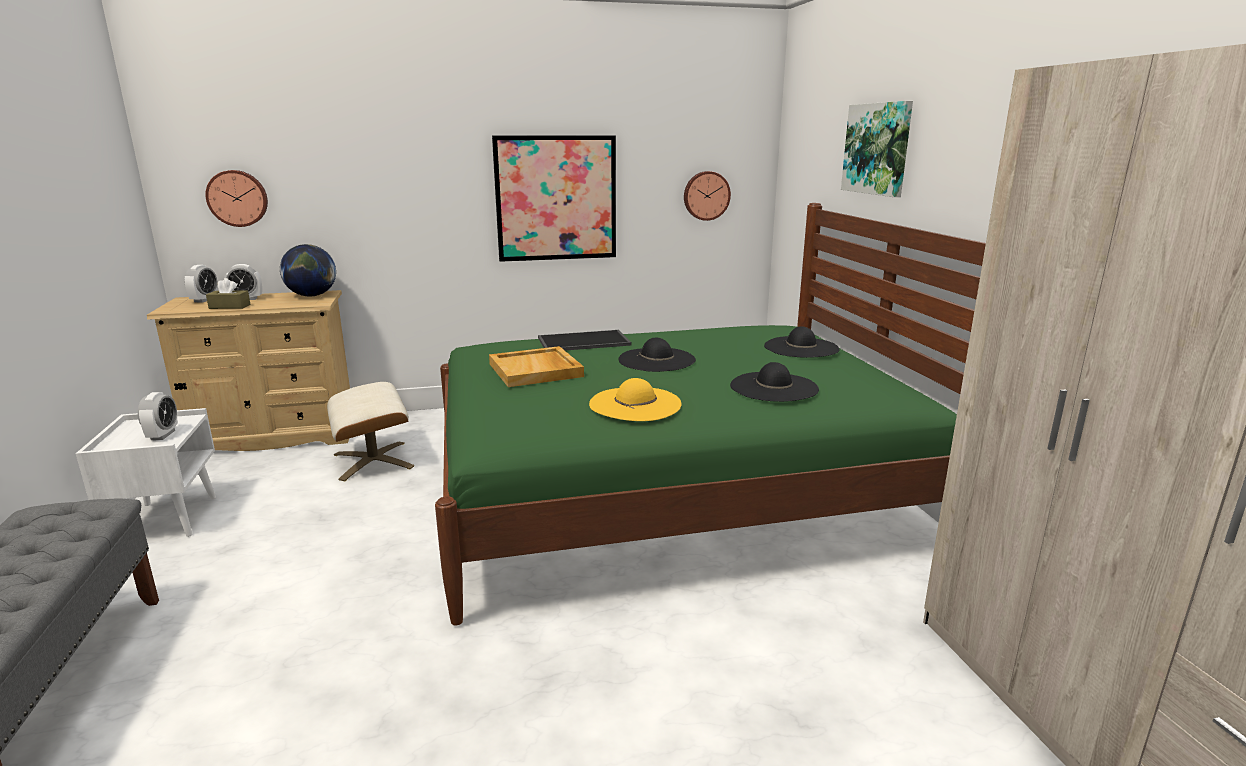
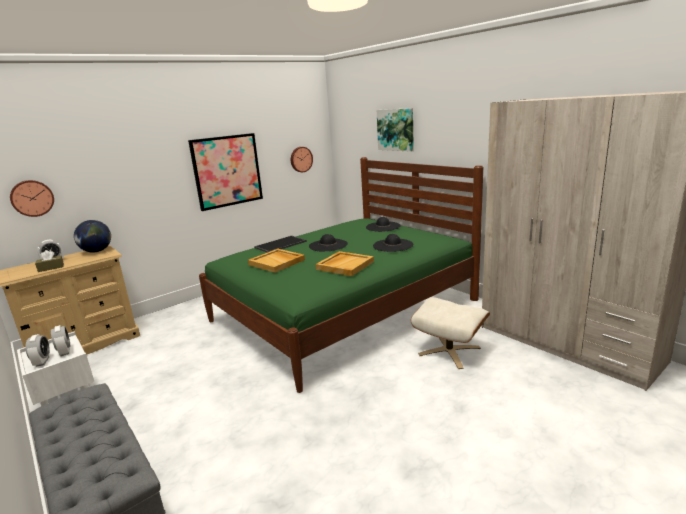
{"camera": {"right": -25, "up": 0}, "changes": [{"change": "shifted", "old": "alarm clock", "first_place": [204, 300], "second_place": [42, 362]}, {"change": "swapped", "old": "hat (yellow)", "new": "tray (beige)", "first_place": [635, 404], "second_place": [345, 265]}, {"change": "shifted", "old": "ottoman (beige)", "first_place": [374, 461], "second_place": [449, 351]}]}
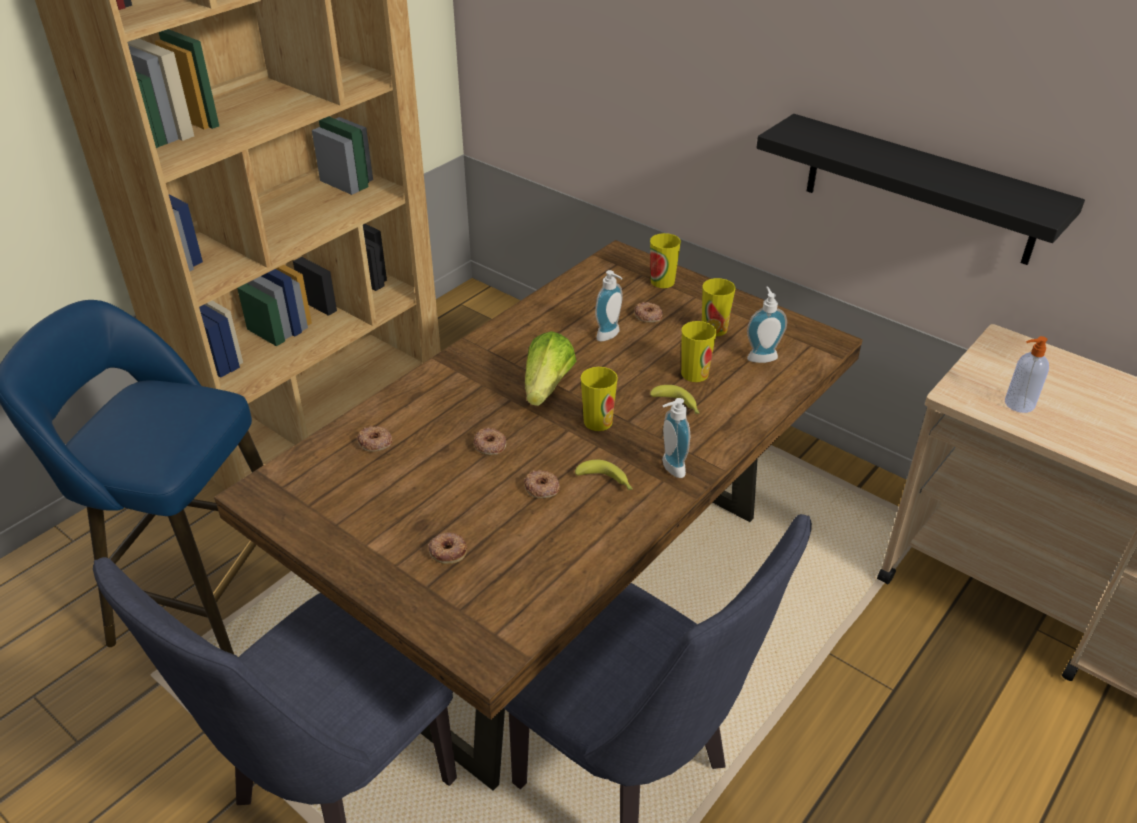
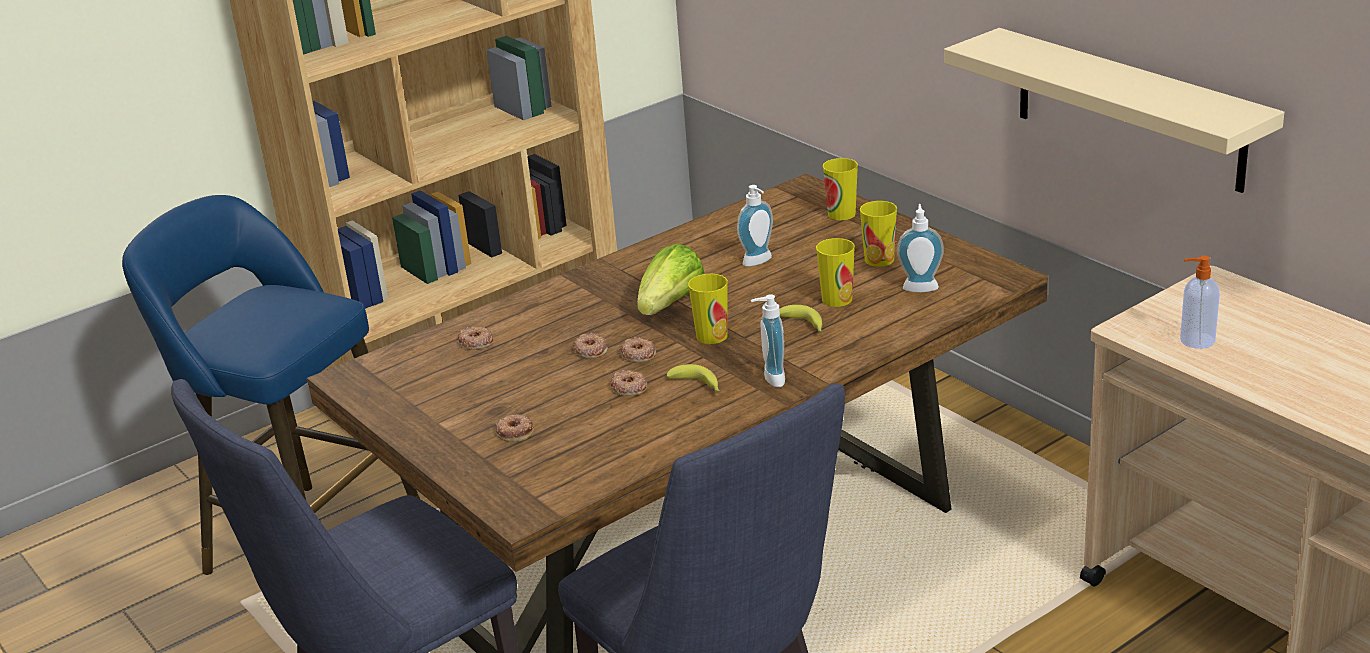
{"camera": {"right": 15, "up": -10}, "changes": [{"change": "repainted", "old": "shelf (black)", "new": "shelf (beige)", "first_place": [920, 189], "second_place": [1128, 109]}, {"change": "shifted", "old": "donut", "first_place": [648, 316], "second_place": [638, 354]}]}
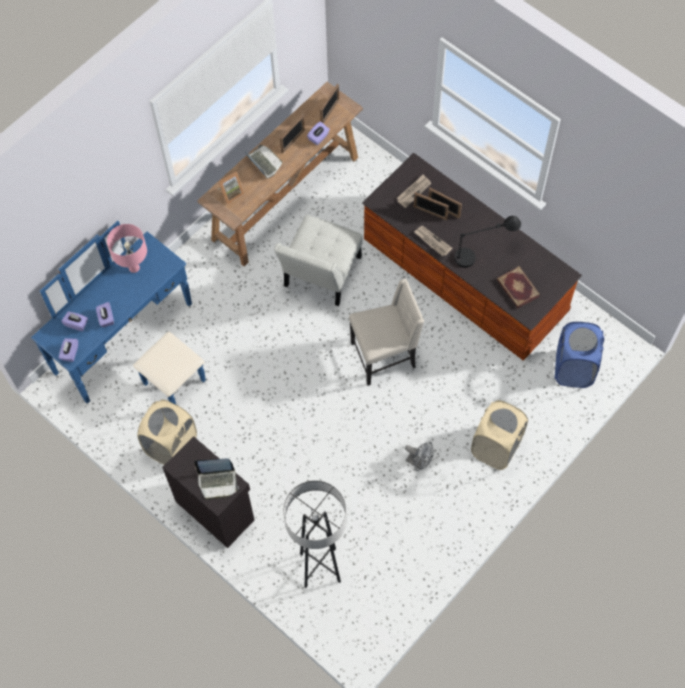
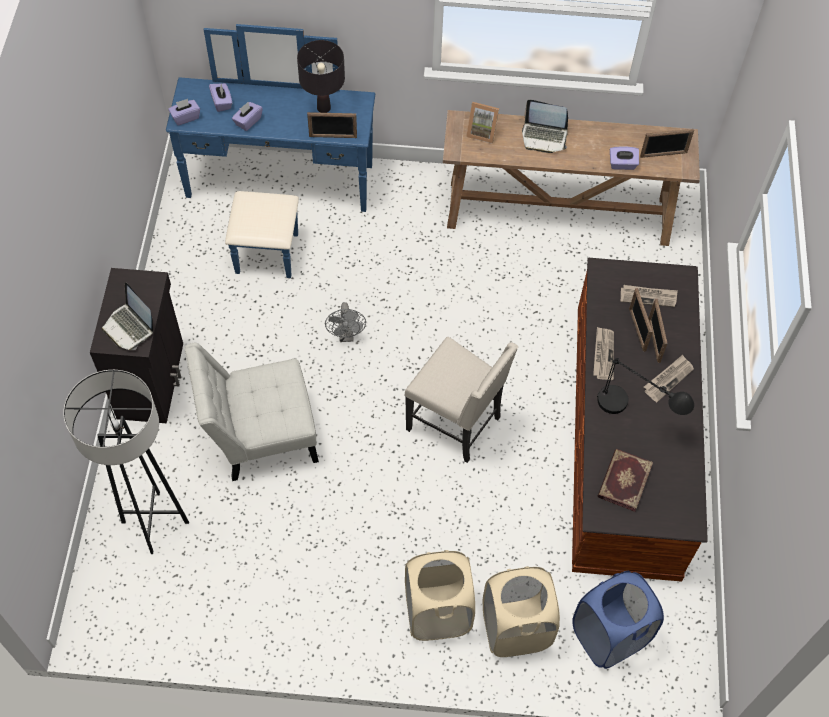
{"camera": {"right": 50, "up": -5}, "changes": [{"change": "shifted", "old": "picture frame", "first_place": [293, 141], "second_place": [333, 137]}, {"change": "rotated", "old": "laptop", "first_place": [263, 163], "second_place": [544, 137], "degrees": 90}, {"change": "shifted", "old": "chair (white)", "first_place": [320, 275], "second_place": [260, 436]}, {"change": "repainted", "old": "table lamp (pink)", "new": "table lamp (black)", "first_place": [134, 268], "second_place": [323, 108]}, {"change": "shifted", "old": "laundry basket (beige)", "first_place": [171, 446], "second_place": [515, 628]}, {"change": "shifted", "old": "fan (grey)", "first_place": [419, 462], "second_place": [346, 336]}, {"change": "new", "new": "newspaper", "second_place": [668, 379]}]}
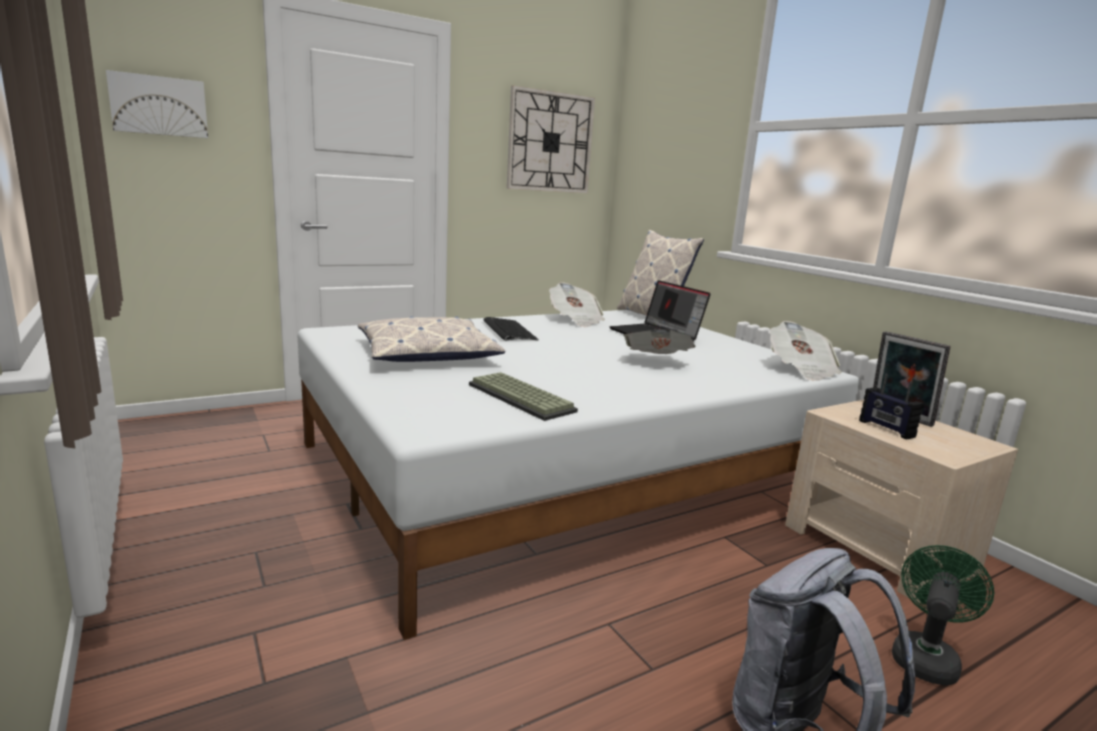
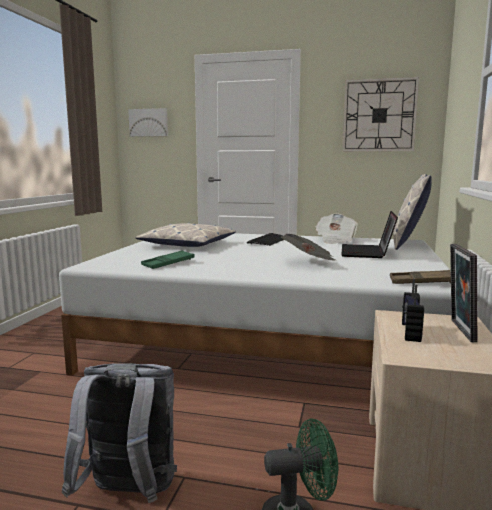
{"camera": {"right": 45, "up": -5}, "changes": [{"change": "swapped", "old": "newspaper", "new": "tray (brown)", "first_place": [801, 370], "second_place": [421, 282]}, {"change": "swapped", "old": "keyboard", "new": "tray (green)", "first_place": [523, 398], "second_place": [168, 263]}]}
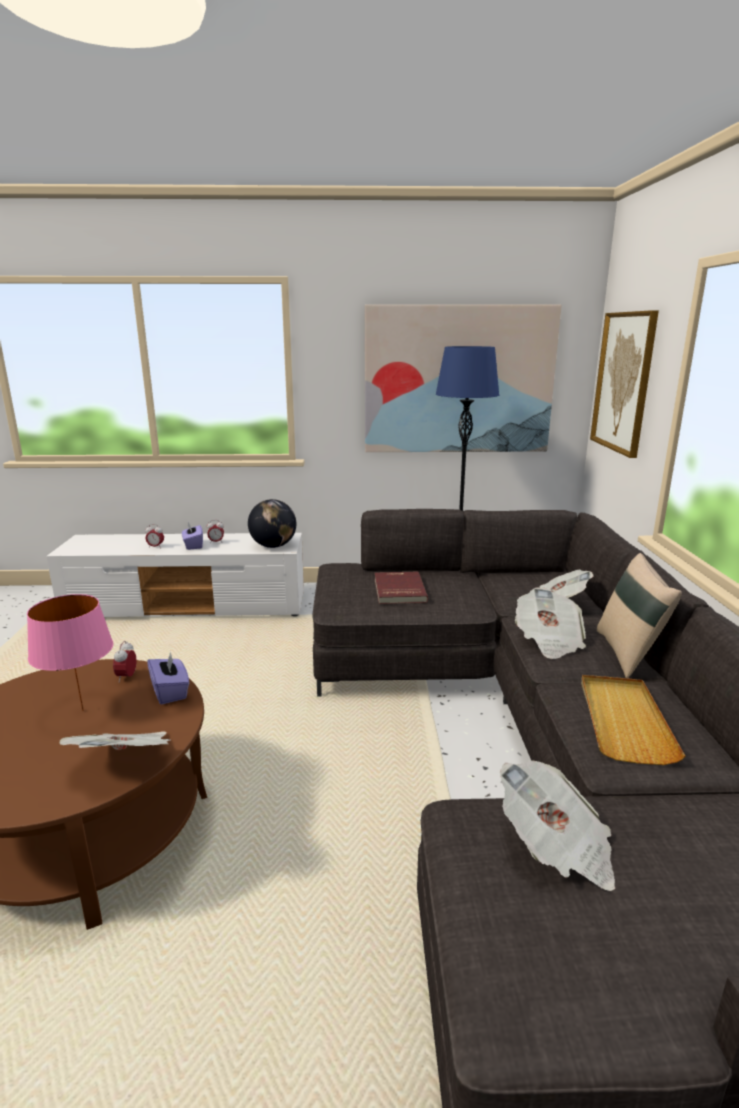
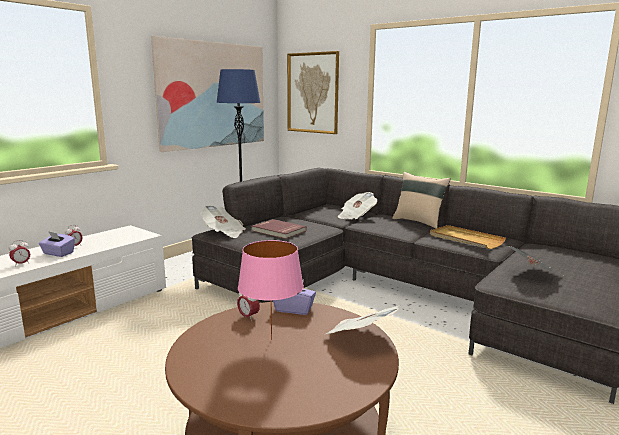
{"camera": {"right": -50, "up": -5}, "changes": [{"change": "gone", "old": "globe", "first_place": [273, 546]}, {"change": "shifted", "old": "newspaper", "first_place": [548, 640], "second_place": [224, 232]}]}
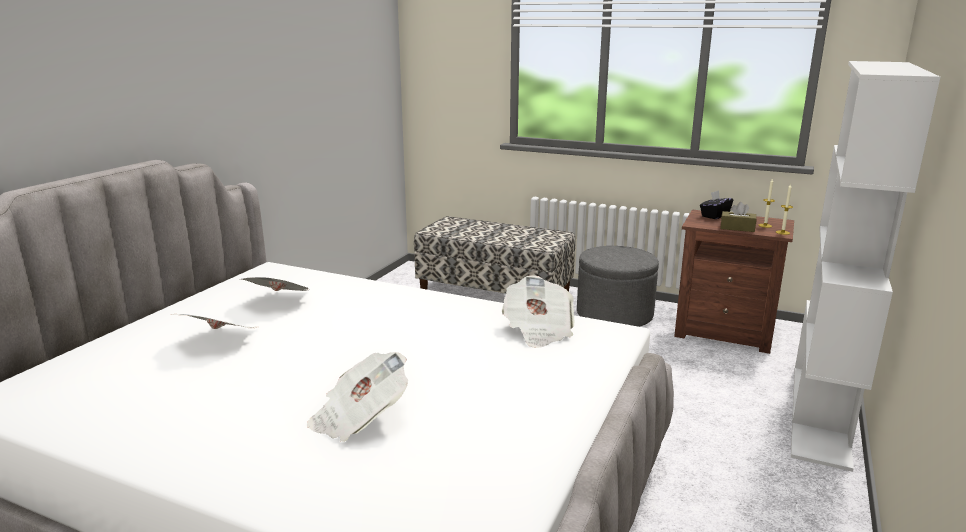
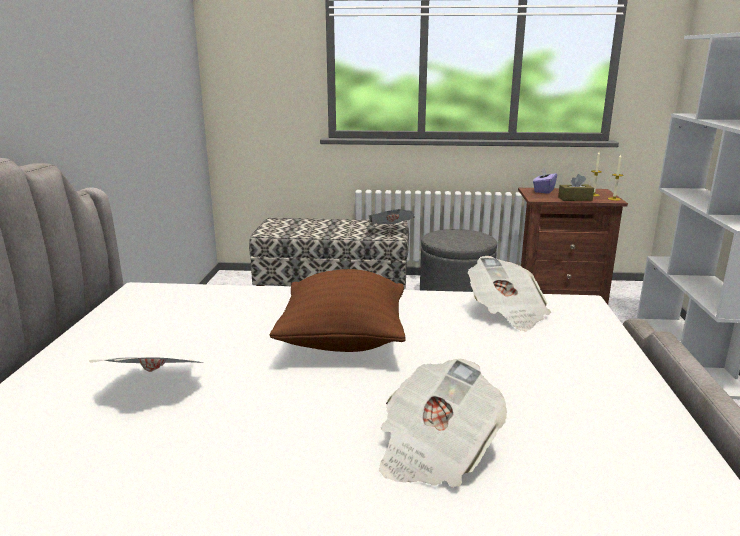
{"camera": {"right": -20, "up": 0}, "changes": [{"change": "repainted", "old": "tissue box (black)", "new": "tissue box (purple)", "first_place": [714, 216], "second_place": [543, 191]}, {"change": "shifted", "old": "newspaper", "first_place": [280, 302], "second_place": [391, 230]}, {"change": "new", "new": "pillow (brown)", "second_place": [343, 341]}]}
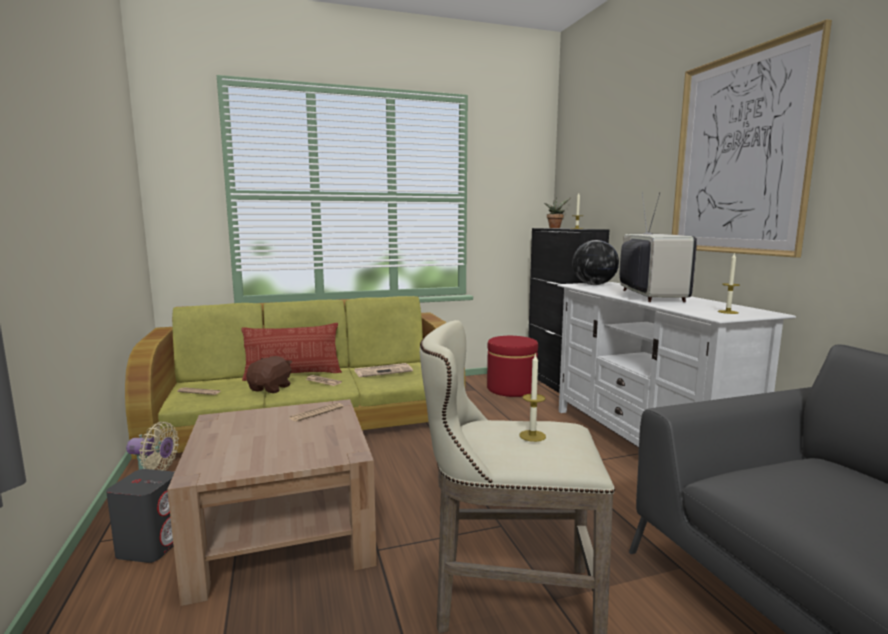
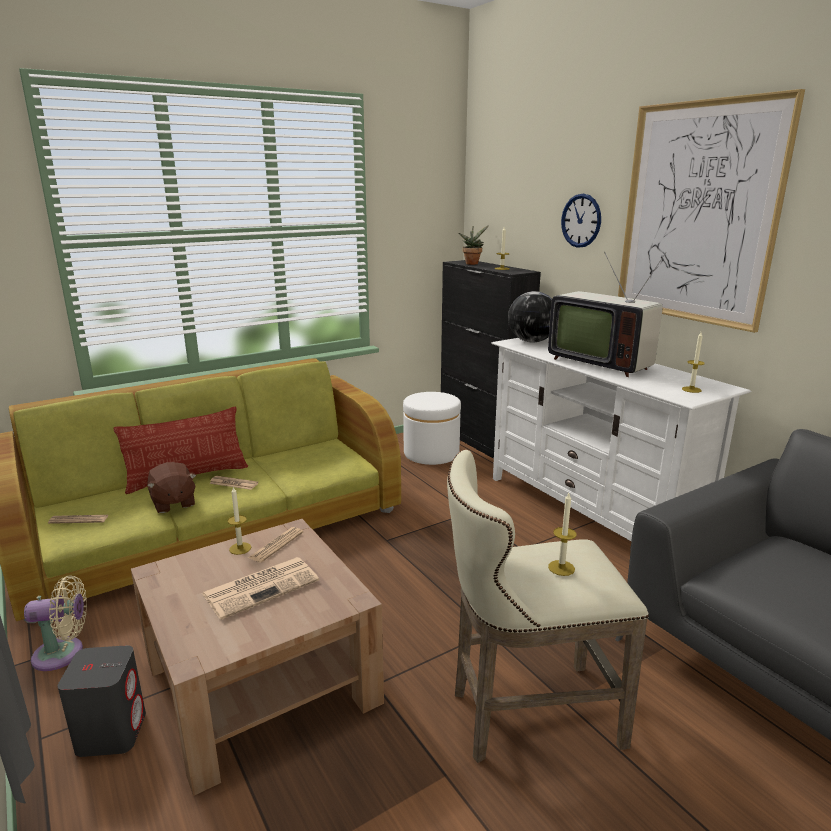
{"camera": {"right": -15, "up": 10}, "changes": [{"change": "rotated", "old": "television", "first_place": [648, 296], "second_place": [600, 363], "degrees": 150}, {"change": "repainted", "old": "ottoman (red)", "new": "ottoman (white)", "first_place": [511, 389], "second_place": [431, 453]}, {"change": "rotated", "old": "plush toy (brown)", "first_place": [271, 388], "second_place": [173, 503], "degrees": 150}, {"change": "shifted", "old": "newspaper", "first_place": [384, 371], "second_place": [262, 587]}, {"change": "new", "new": "wall clock", "second_place": [581, 220]}, {"change": "new", "new": "candle", "second_place": [240, 548]}]}
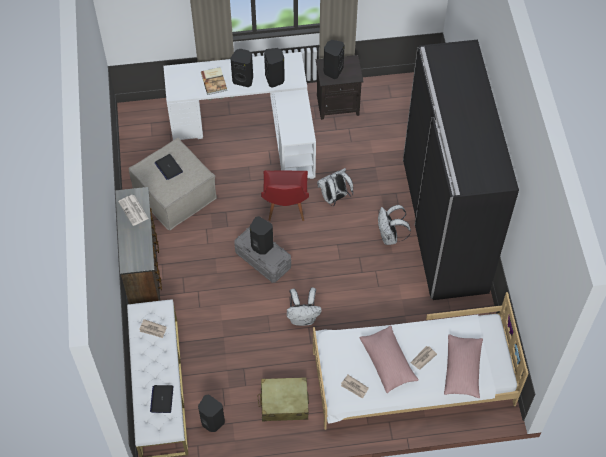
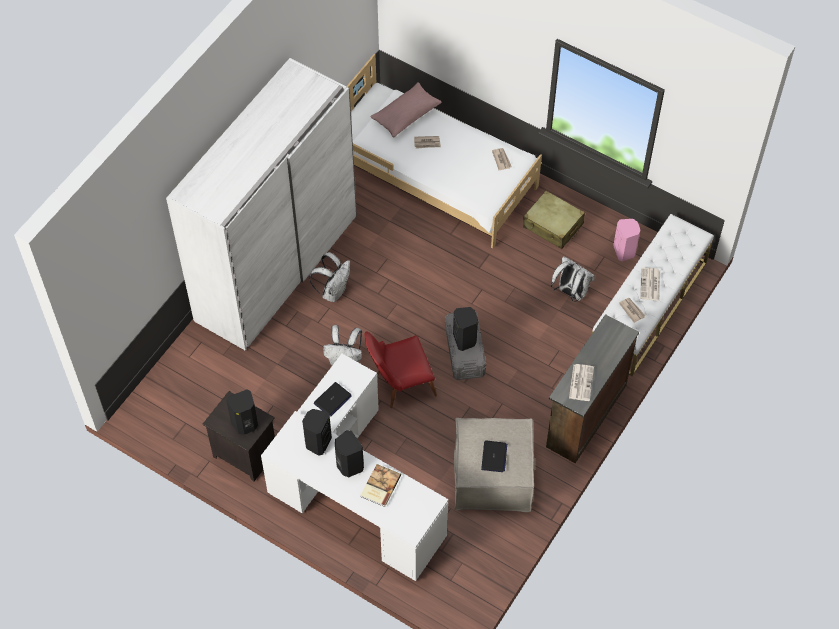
{"camera": {"right": -140, "up": 0}, "changes": [{"change": "repainted", "old": "wardrobe (black)", "new": "wardrobe (white)", "first_place": [444, 225], "second_place": [276, 267]}, {"change": "rotated", "old": "chair (red)", "first_place": [285, 208], "second_place": [399, 384], "degrees": -150}, {"change": "shifted", "old": "backpack (white)", "first_place": [303, 318], "second_place": [570, 292]}, {"change": "gone", "old": "pillow (pink)", "first_place": [388, 363]}, {"change": "shifted", "old": "laptop", "first_place": [162, 399], "second_place": [332, 400]}, {"change": "repainted", "old": "speaker (black)", "new": "speaker (pink)", "first_place": [212, 422], "second_place": [624, 251]}, {"change": "new", "new": "newspaper", "second_place": [650, 285]}]}
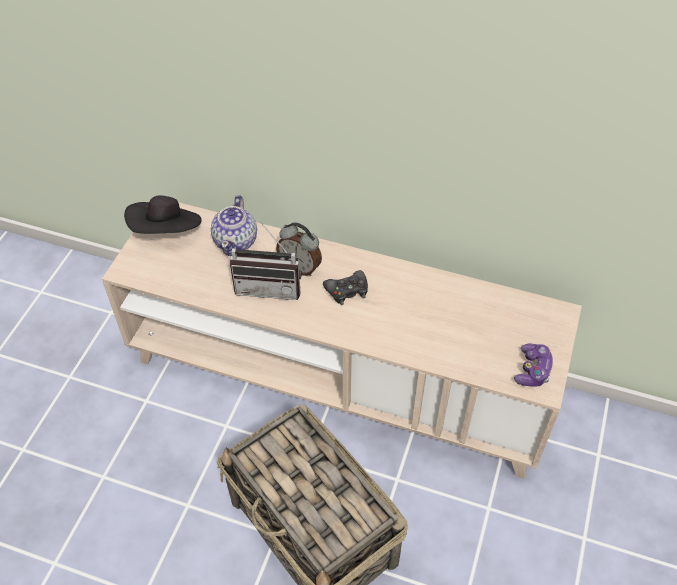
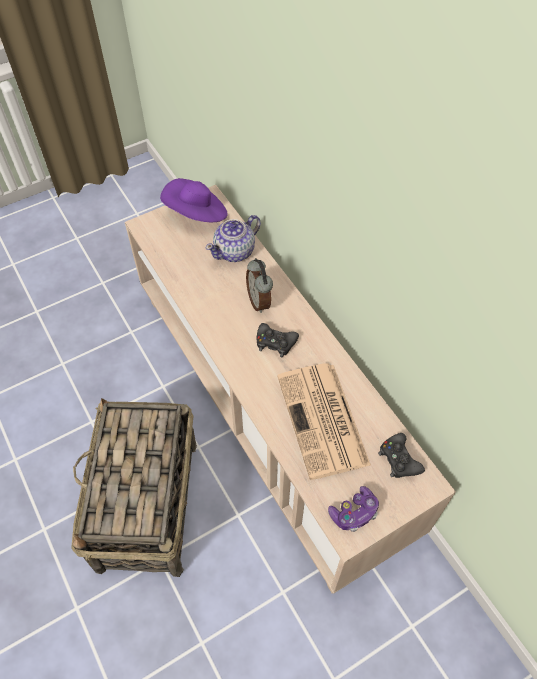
{"camera": {"right": 40, "up": 5}, "changes": [{"change": "repainted", "old": "hat (black)", "new": "hat (purple)", "first_place": [166, 231], "second_place": [196, 214]}, {"change": "gone", "old": "radio", "first_place": [269, 286]}, {"change": "new", "new": "newspaper", "second_place": [323, 421]}, {"change": "new", "new": "game controller (black)", "second_place": [399, 459]}]}
